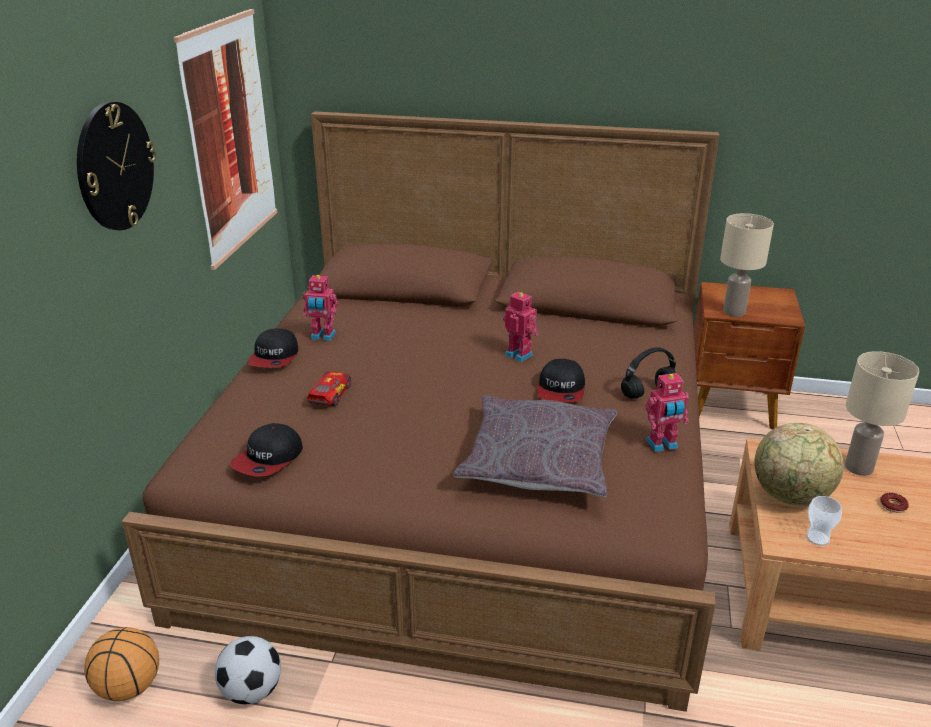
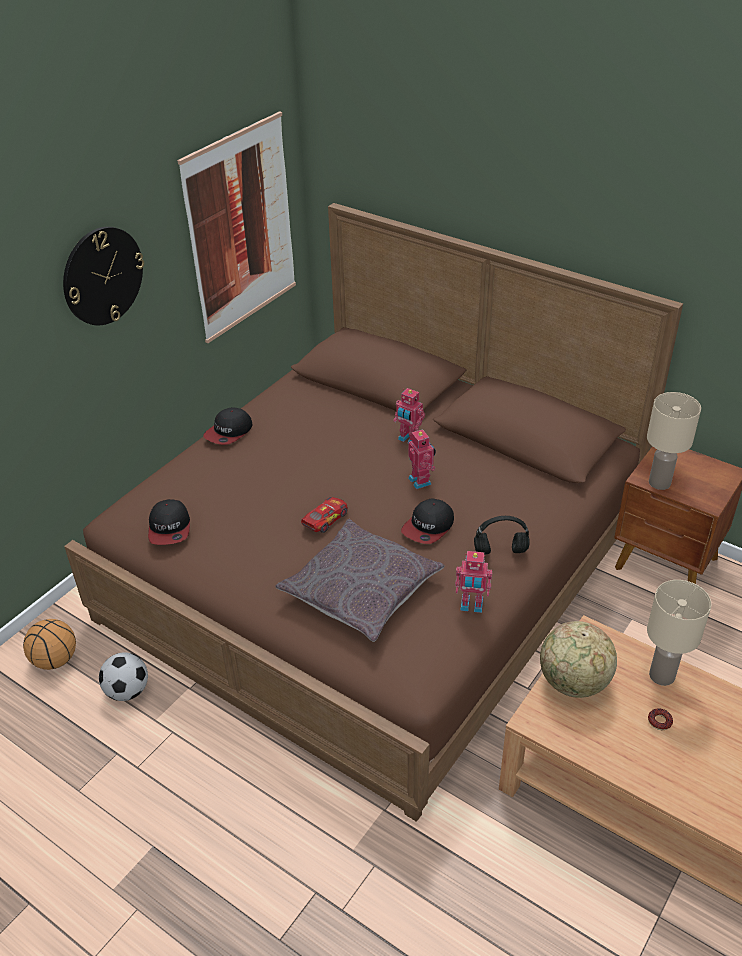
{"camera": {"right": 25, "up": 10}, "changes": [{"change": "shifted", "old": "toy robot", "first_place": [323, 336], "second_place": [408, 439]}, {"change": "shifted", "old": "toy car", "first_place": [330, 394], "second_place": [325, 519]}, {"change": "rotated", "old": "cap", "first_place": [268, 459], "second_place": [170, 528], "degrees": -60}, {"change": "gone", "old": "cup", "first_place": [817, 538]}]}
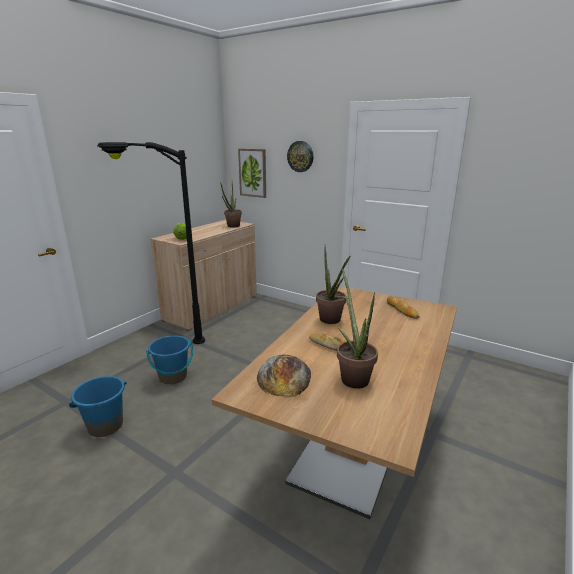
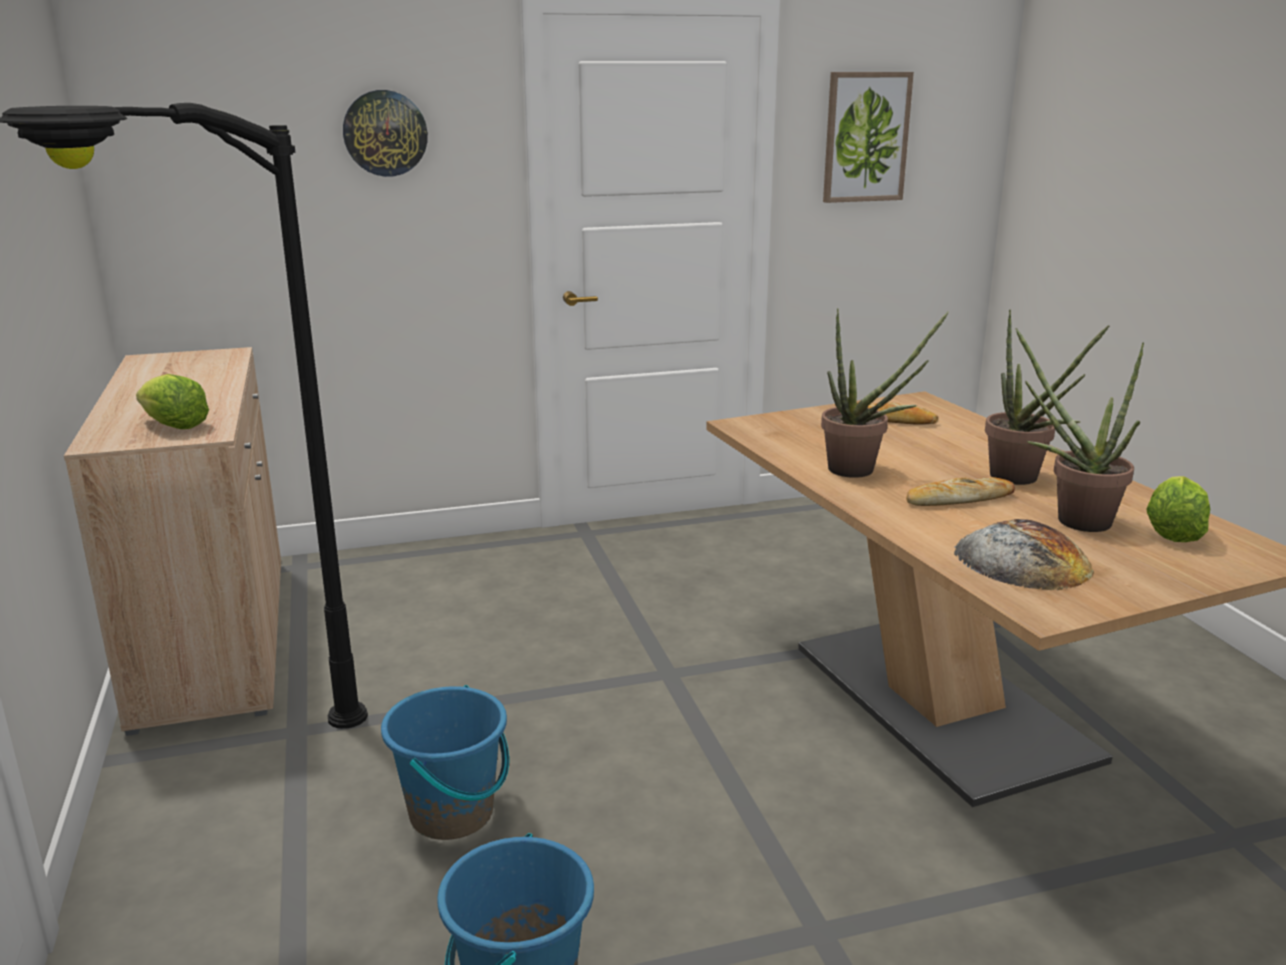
{"camera": {"right": -50, "up": 0}, "changes": [{"change": "shifted", "old": "picture", "first_place": [253, 173], "second_place": [865, 137]}, {"change": "shifted", "old": "potted plant", "first_place": [232, 226], "second_place": [1021, 480]}, {"change": "new", "new": "lettuce", "second_place": [1172, 532]}]}
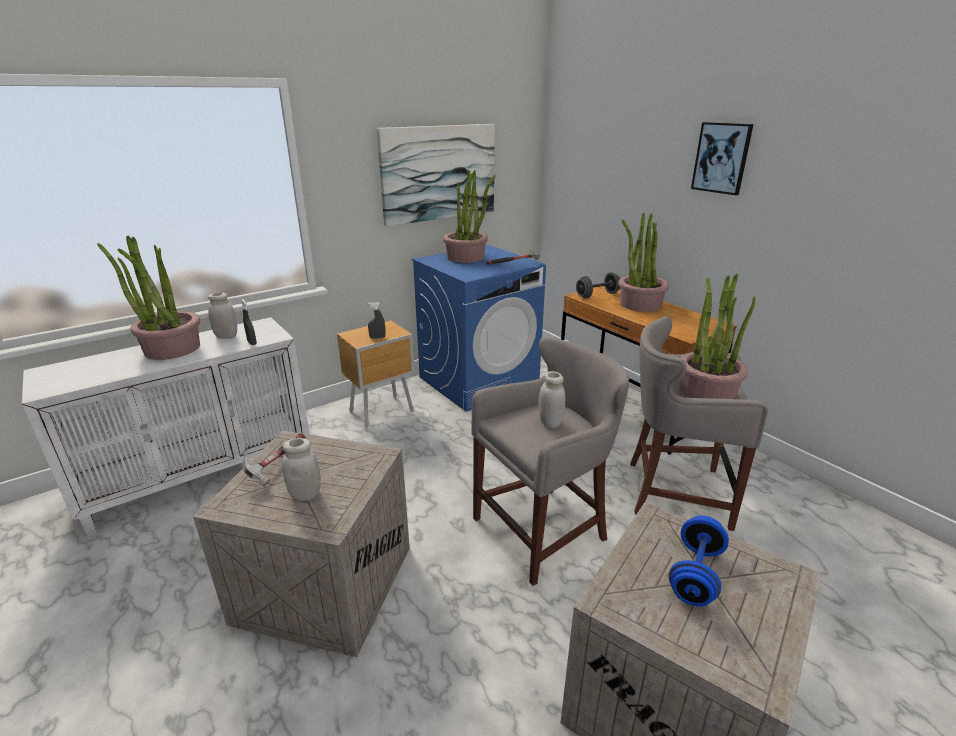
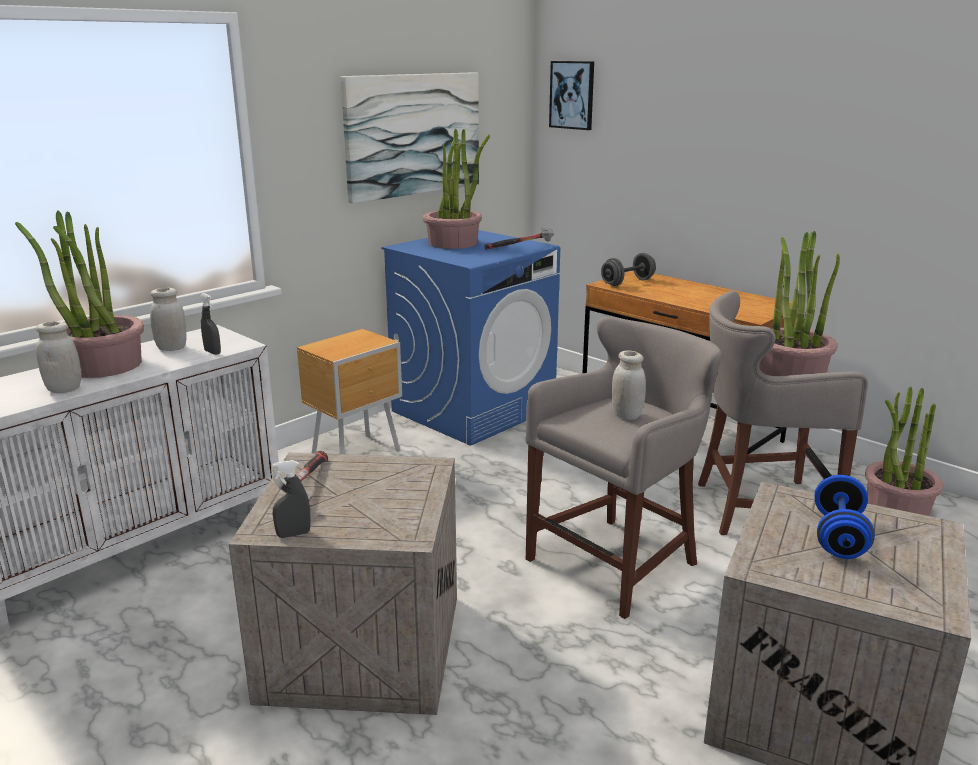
{"camera": {"right": -10, "up": -5}, "changes": [{"change": "shifted", "old": "picture", "first_place": [721, 158], "second_place": [572, 95]}, {"change": "shifted", "old": "potted plant", "first_place": [639, 304], "second_place": [897, 506]}, {"change": "shifted", "old": "spray bottle (grey)", "first_place": [377, 338], "second_place": [293, 534]}, {"change": "shifted", "old": "jar (white)", "first_place": [305, 494], "second_place": [64, 389]}]}
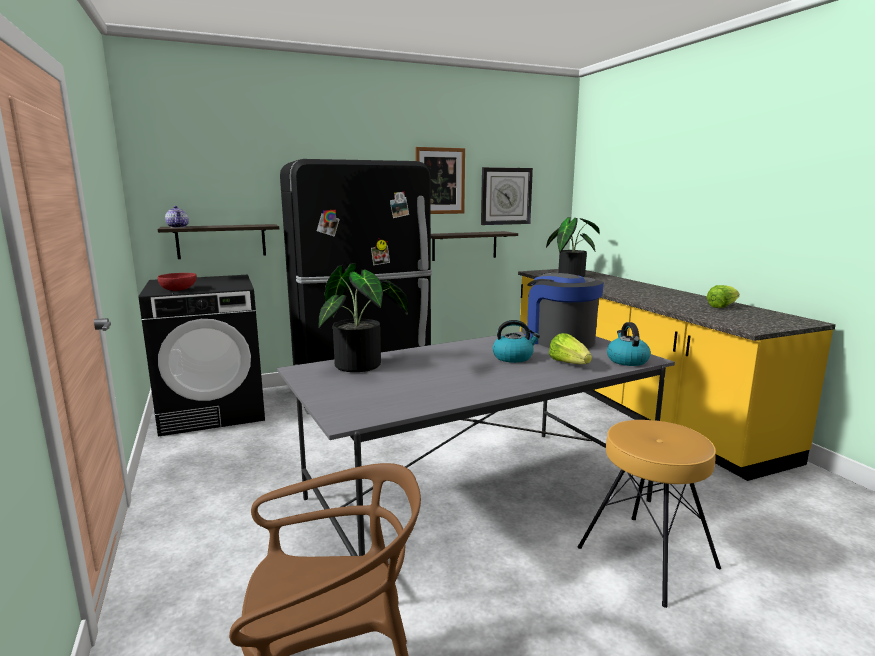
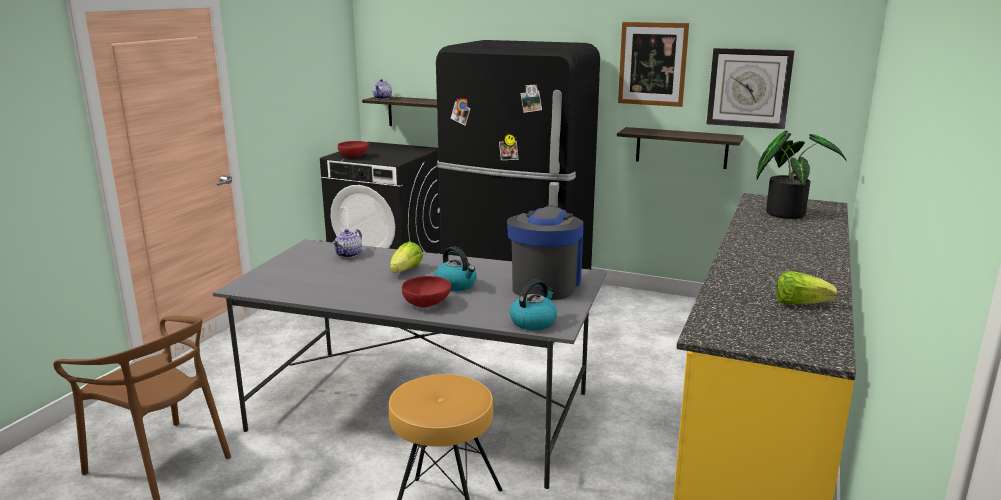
{"camera": {"right": 45, "up": 5}, "changes": [{"change": "swapped", "old": "potted plant", "new": "teapot", "first_place": [364, 365], "second_place": [349, 255]}, {"change": "shifted", "old": "lettuce", "first_place": [569, 363], "second_place": [406, 271]}, {"change": "new", "new": "bowl (red)", "second_place": [427, 304]}]}
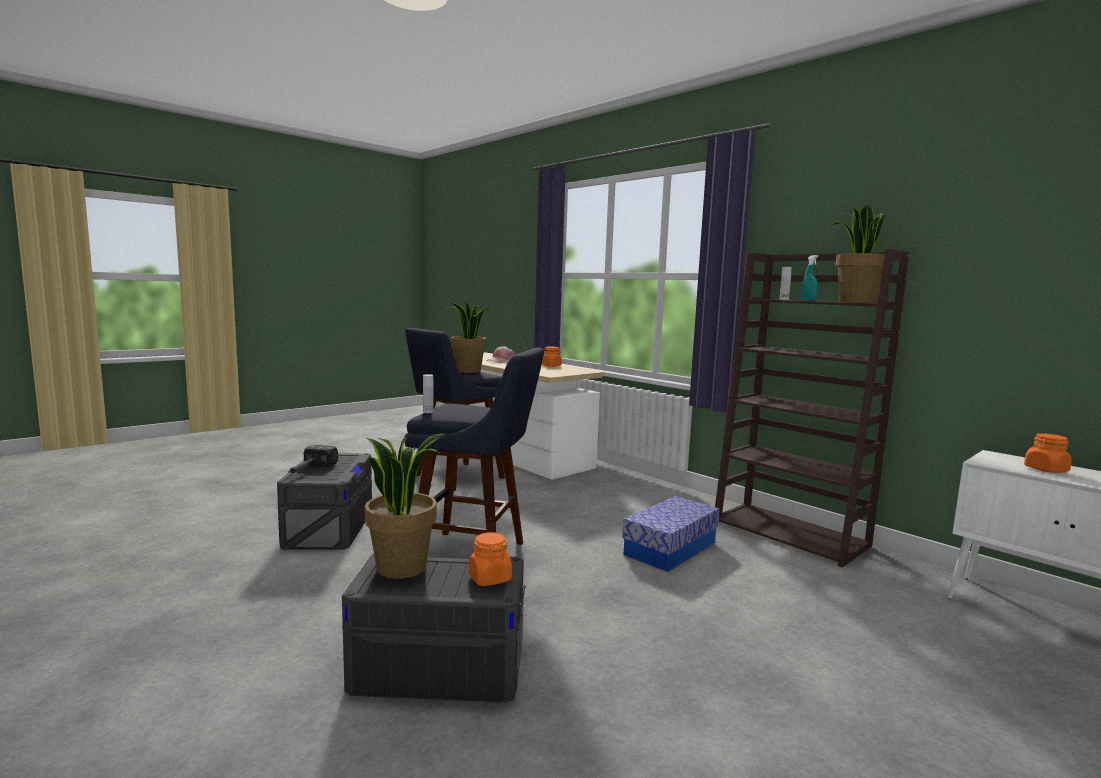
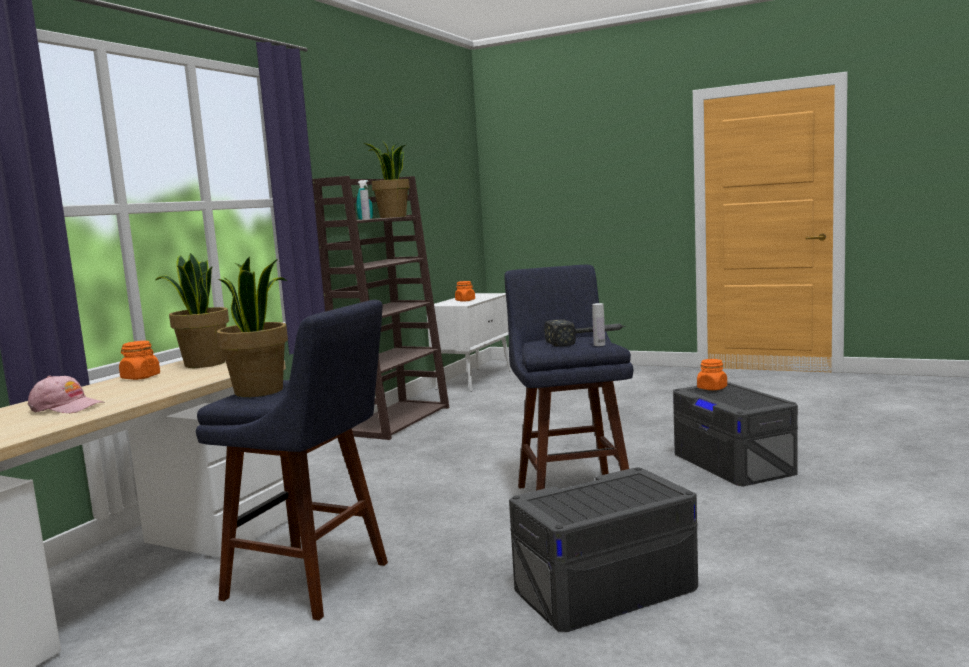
{"camera": {"right": -110, "up": 0}, "changes": [{"change": "shifted", "old": "potted plant", "first_place": [402, 567], "second_place": [204, 364]}, {"change": "shifted", "old": "hammer", "first_place": [308, 471], "second_place": [588, 340]}, {"change": "gone", "old": "storage box", "first_place": [670, 548]}]}
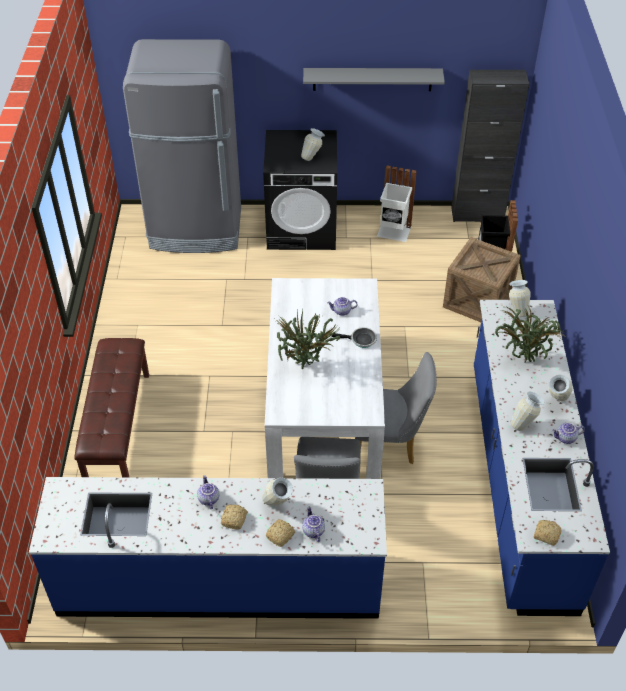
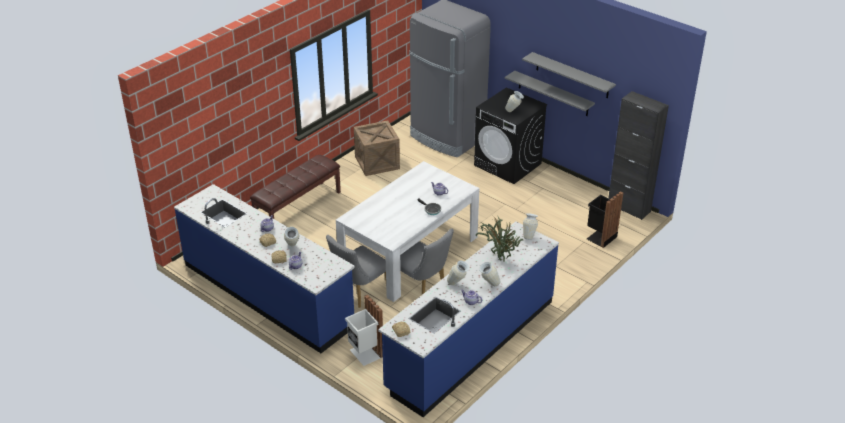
{"camera": {"right": 40, "up": -10}, "changes": [{"change": "shifted", "old": "trash can (white)", "first_place": [394, 232], "second_place": [365, 354]}, {"change": "shifted", "old": "crate", "first_place": [477, 300], "second_place": [377, 162]}, {"change": "gone", "old": "potted plant", "first_place": [305, 366]}, {"change": "new", "new": "shelf (grey)", "second_place": [553, 93]}]}
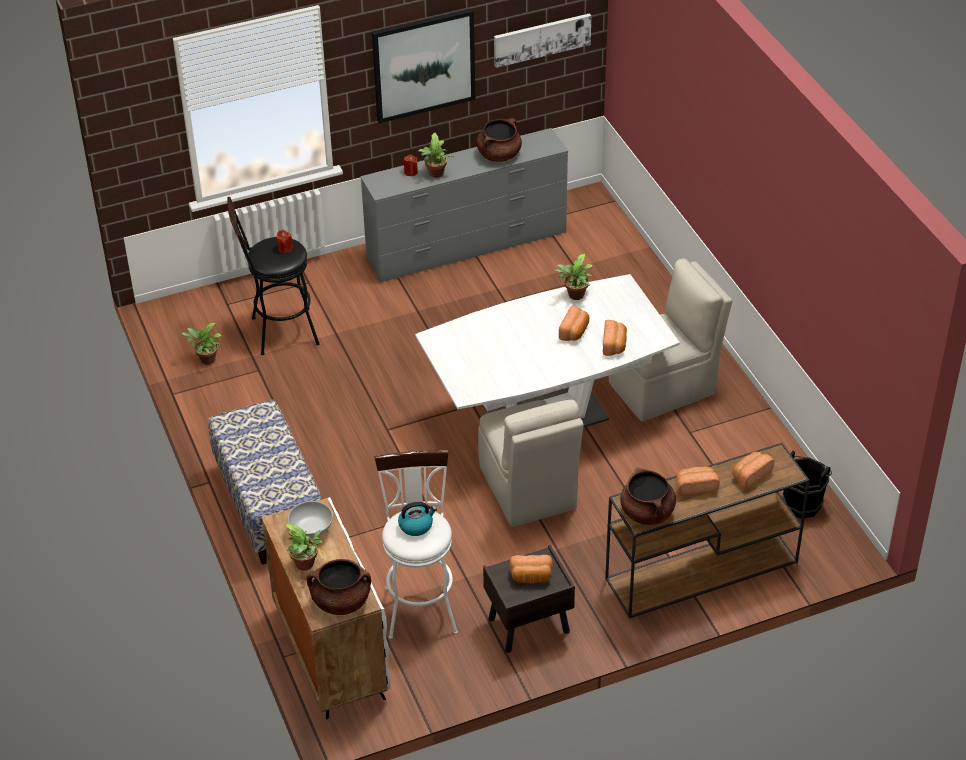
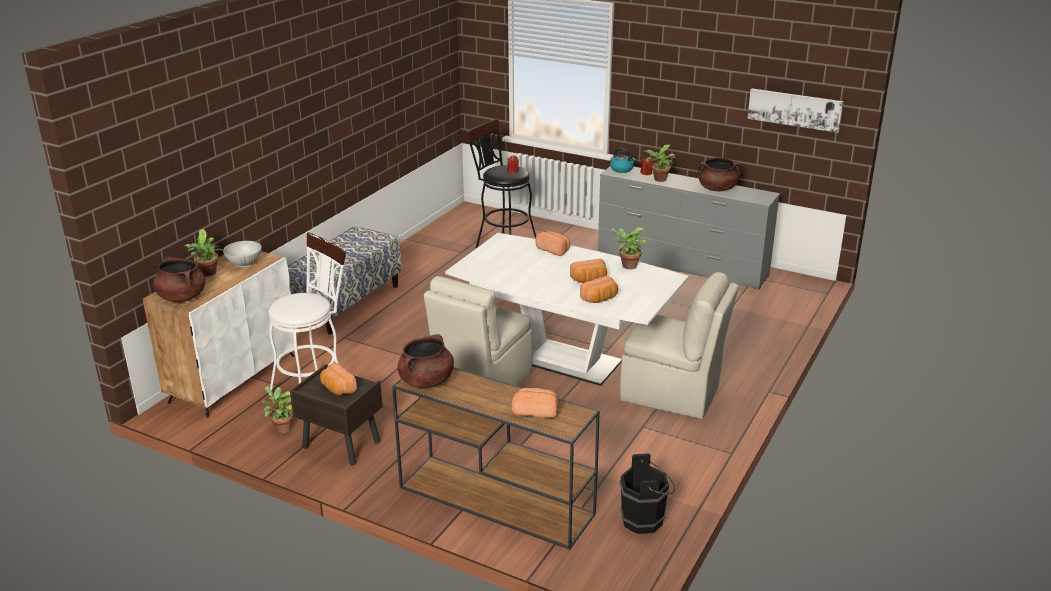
{"camera": {"right": 50, "up": -15}, "changes": [{"change": "gone", "old": "picture", "first_place": [424, 65]}, {"change": "shifted", "old": "potted plant", "first_place": [206, 360], "second_place": [281, 428]}, {"change": "shifted", "old": "bread", "first_place": [695, 487], "second_place": [554, 250]}, {"change": "shifted", "old": "kettle", "first_place": [416, 525], "second_place": [622, 169]}]}
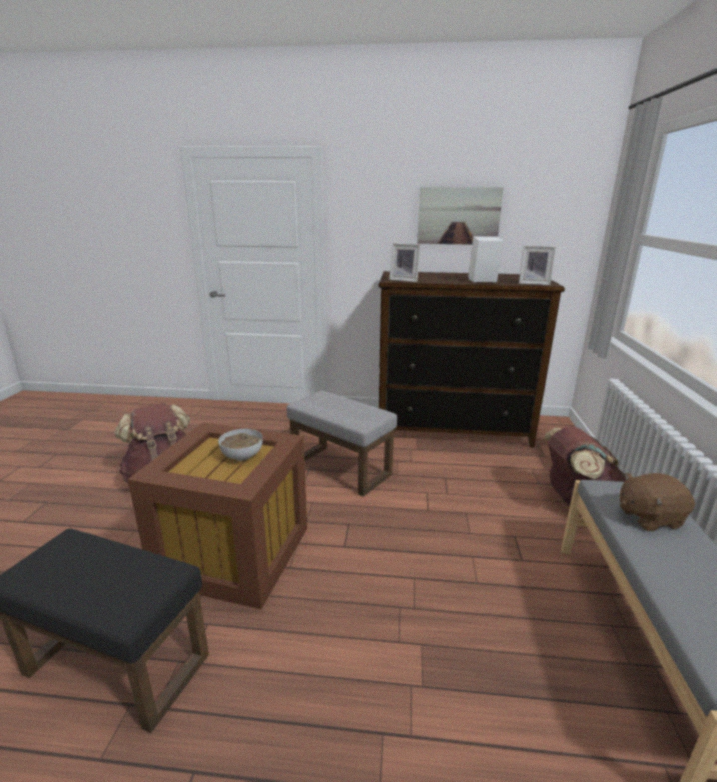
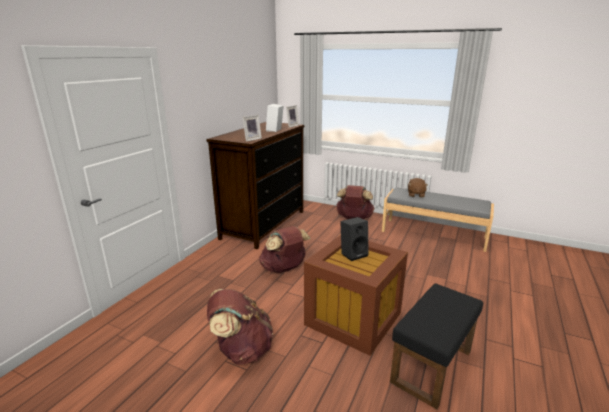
{"camera": {"right": -70, "up": 0}, "changes": [{"change": "gone", "old": "picture", "first_place": [458, 216]}, {"change": "swapped", "old": "ottoman (grey)", "new": "backpack (brown)", "first_place": [339, 469], "second_place": [284, 269]}, {"change": "swapped", "old": "bowl", "new": "speaker (black)", "first_place": [242, 456], "second_place": [353, 254]}]}
